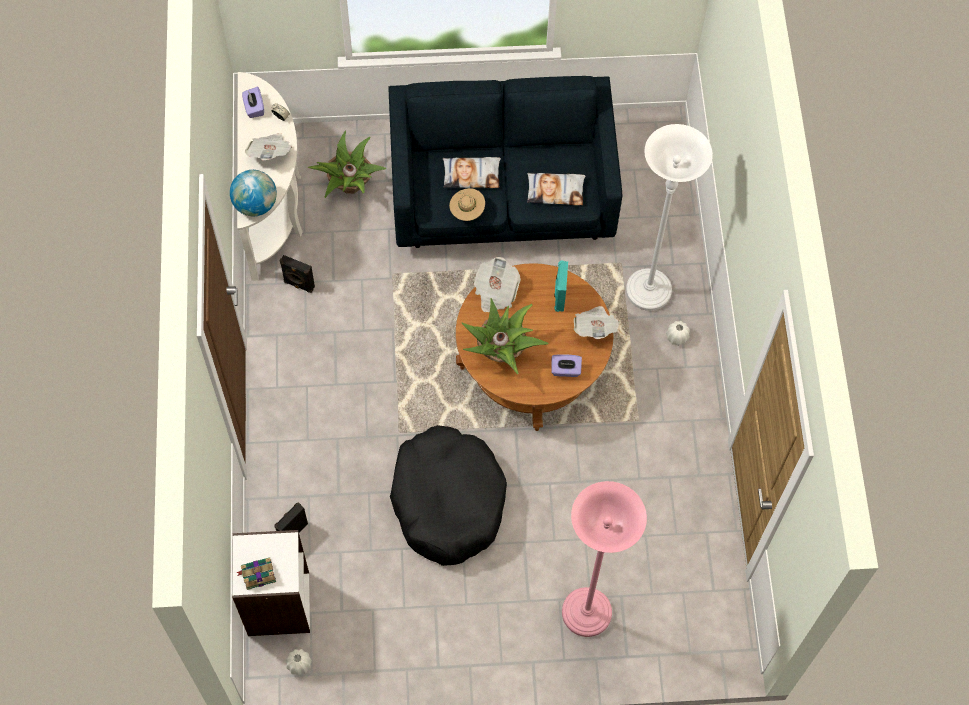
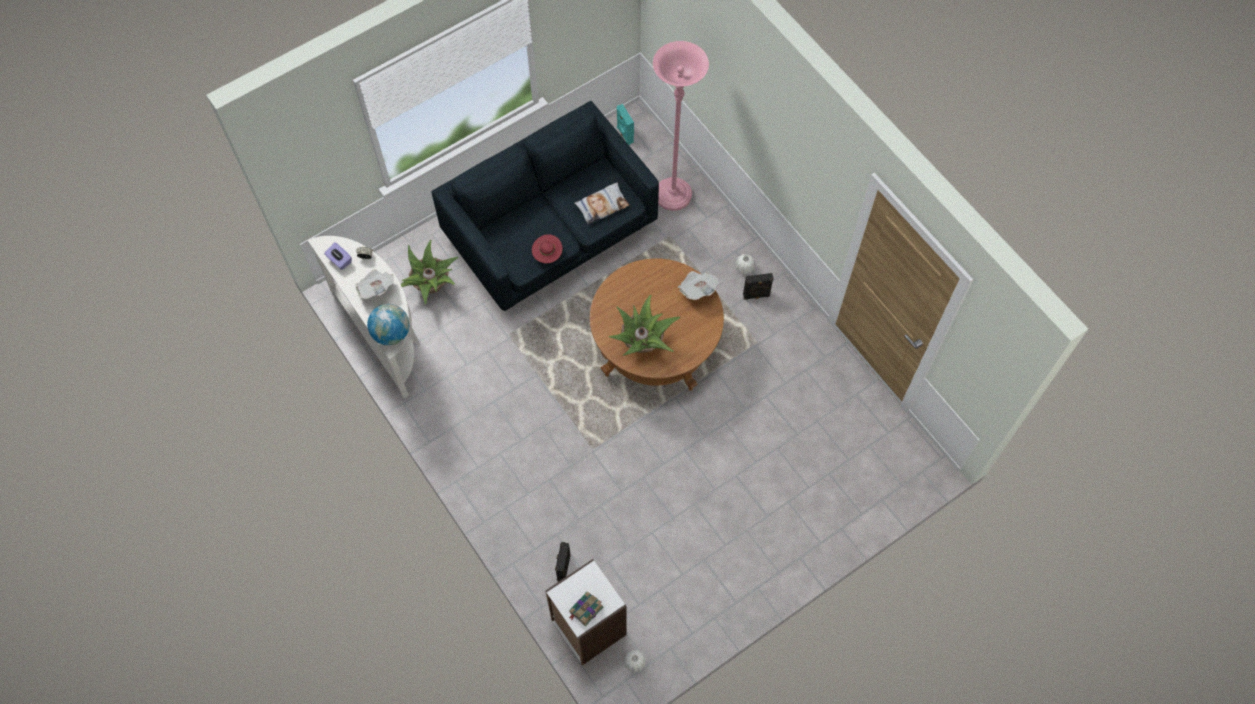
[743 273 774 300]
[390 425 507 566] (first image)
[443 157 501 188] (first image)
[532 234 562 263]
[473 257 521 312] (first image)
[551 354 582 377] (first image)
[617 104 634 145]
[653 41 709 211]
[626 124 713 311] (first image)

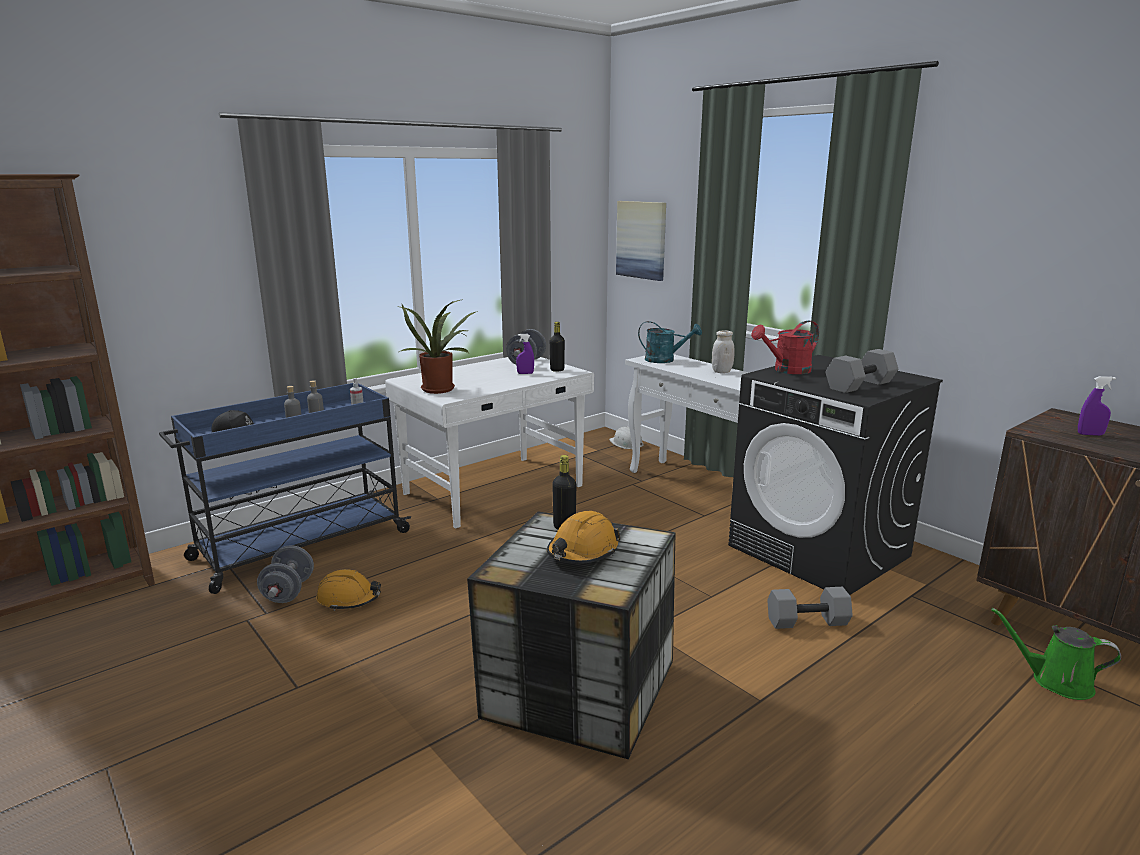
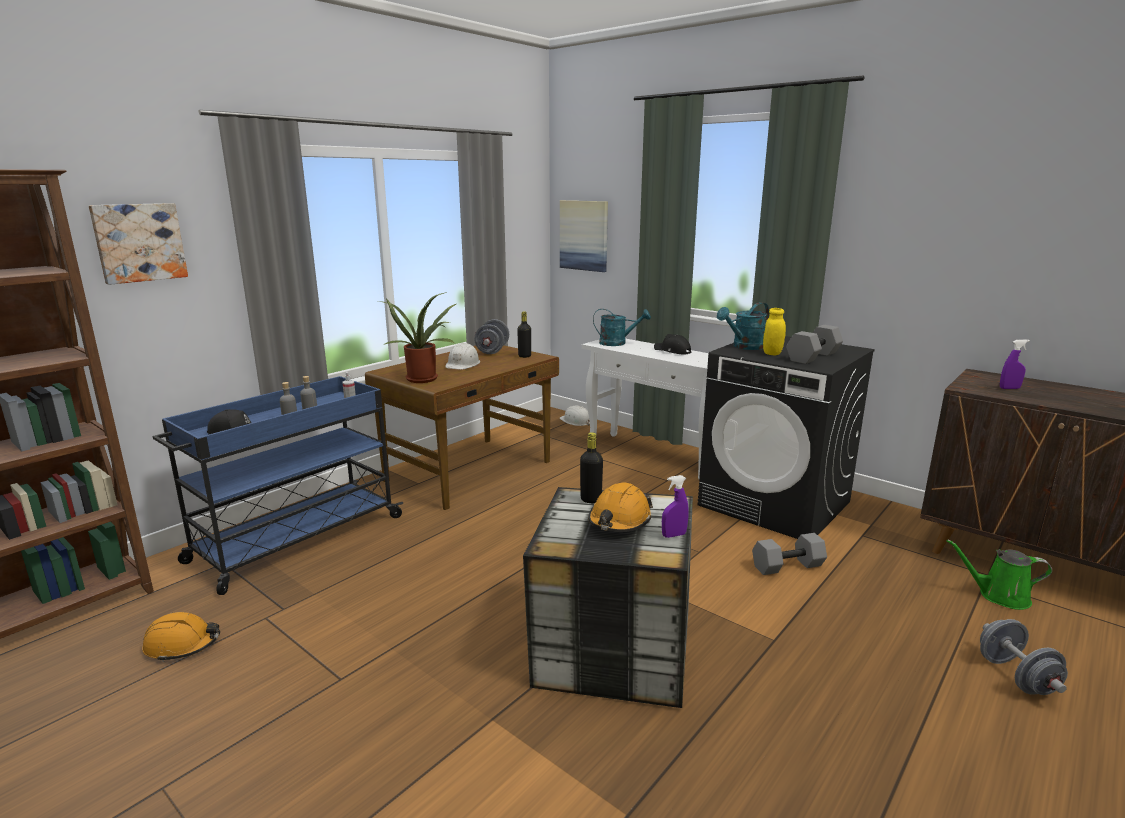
[980 619 1068 695]
[142 612 220 662]
[365 346 559 510]
[662 475 689 538]
[654 334 691 354]
[717 302 769 350]
[89 203 188 285]
[445 343 480 369]
[763 308 786 355]

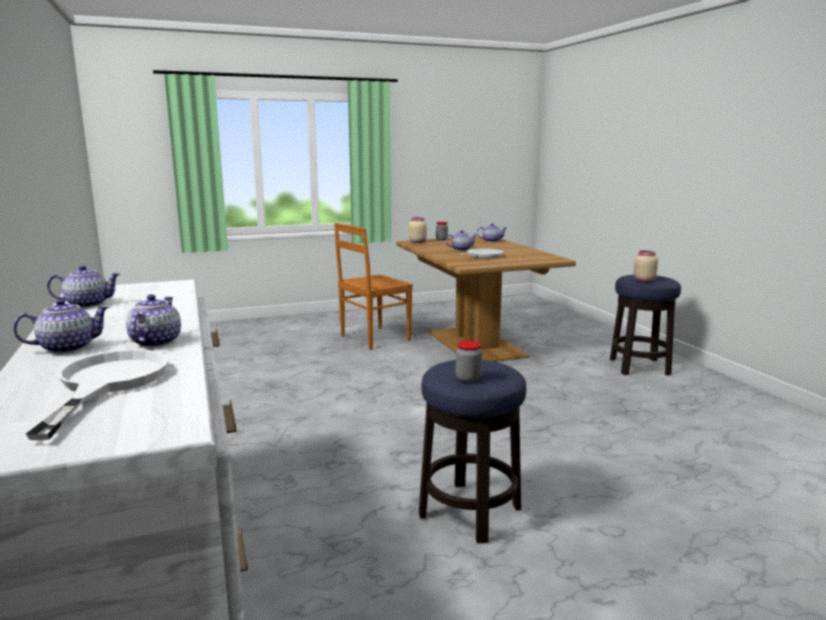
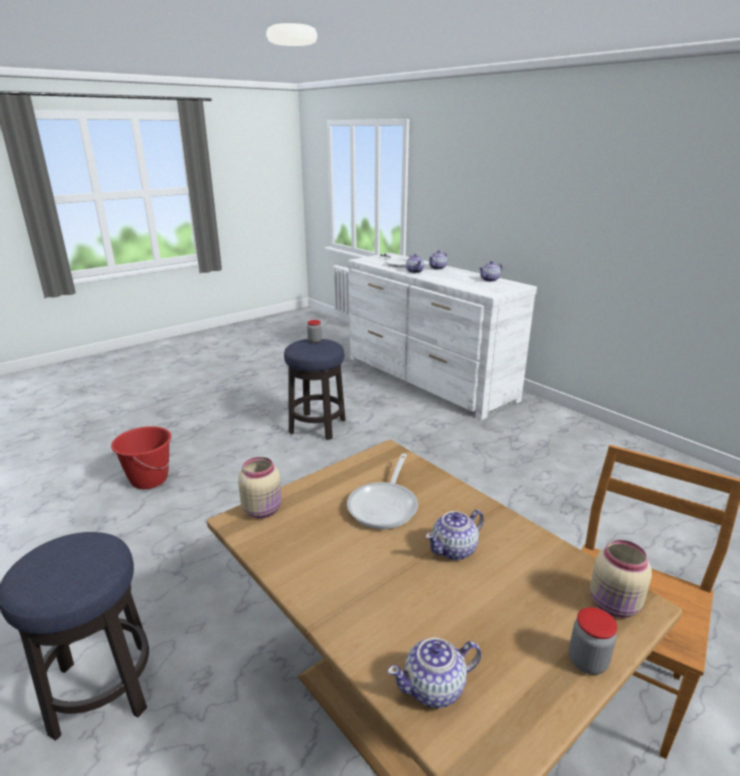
[238 457 282 518]
[111 426 171 489]

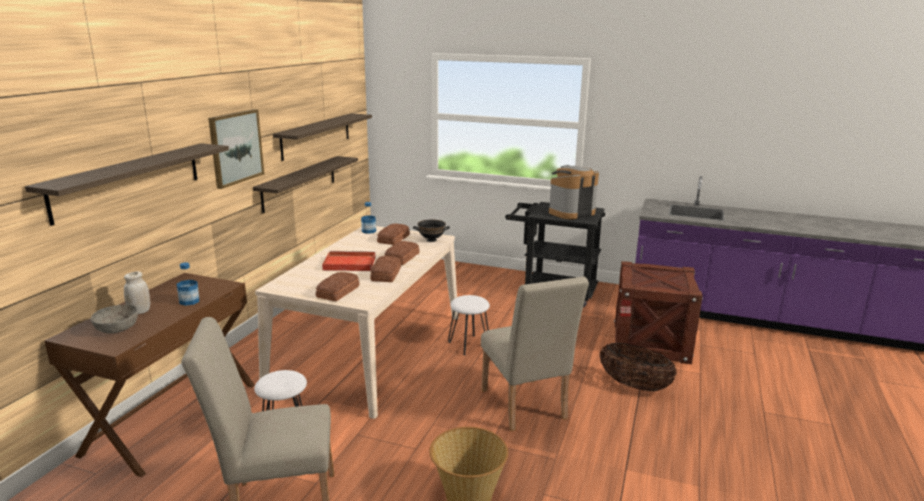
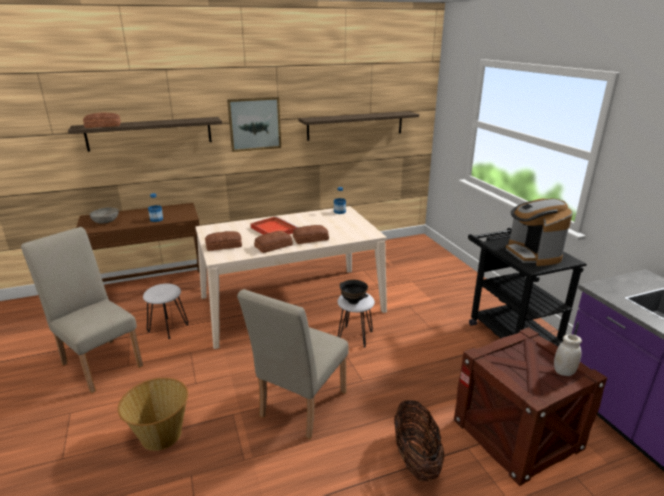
[554 335 582 376]
[253 156 358 213] (first image)
[83 113 121 128]
[340 280 369 304]
[506 199 573 266]

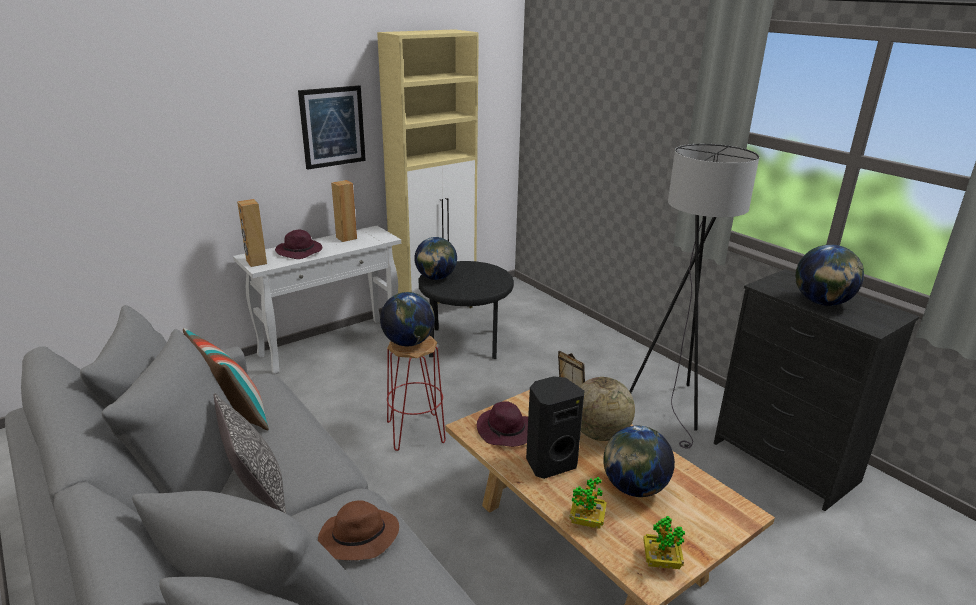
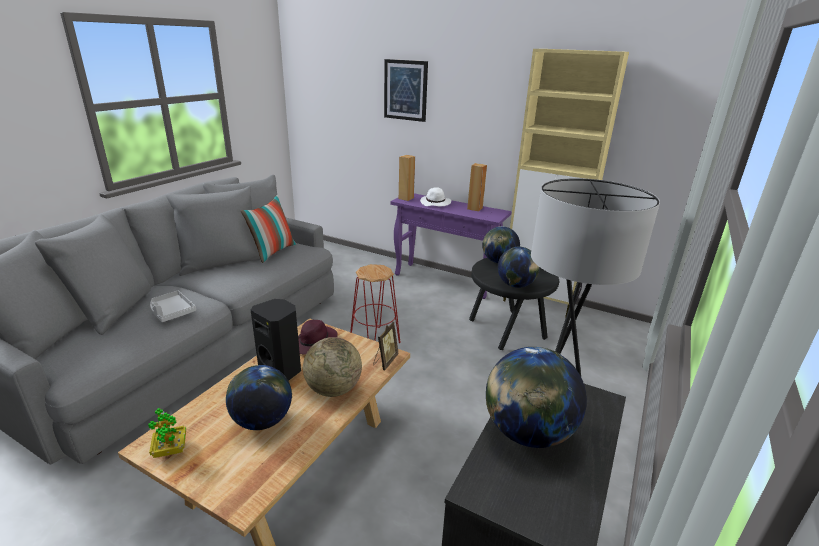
[214 393 286 513] (first image)
[390 193 512 299]
[420 187 451 206]
[384 59 428 122]
[150 290 196 322]
[498 246 540 288]
[570 477 607 529] (first image)

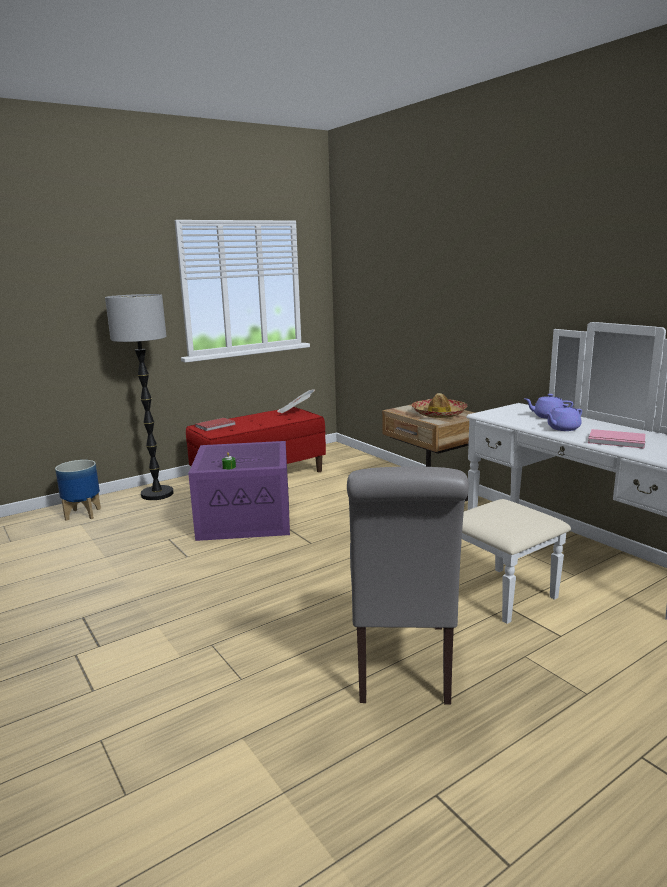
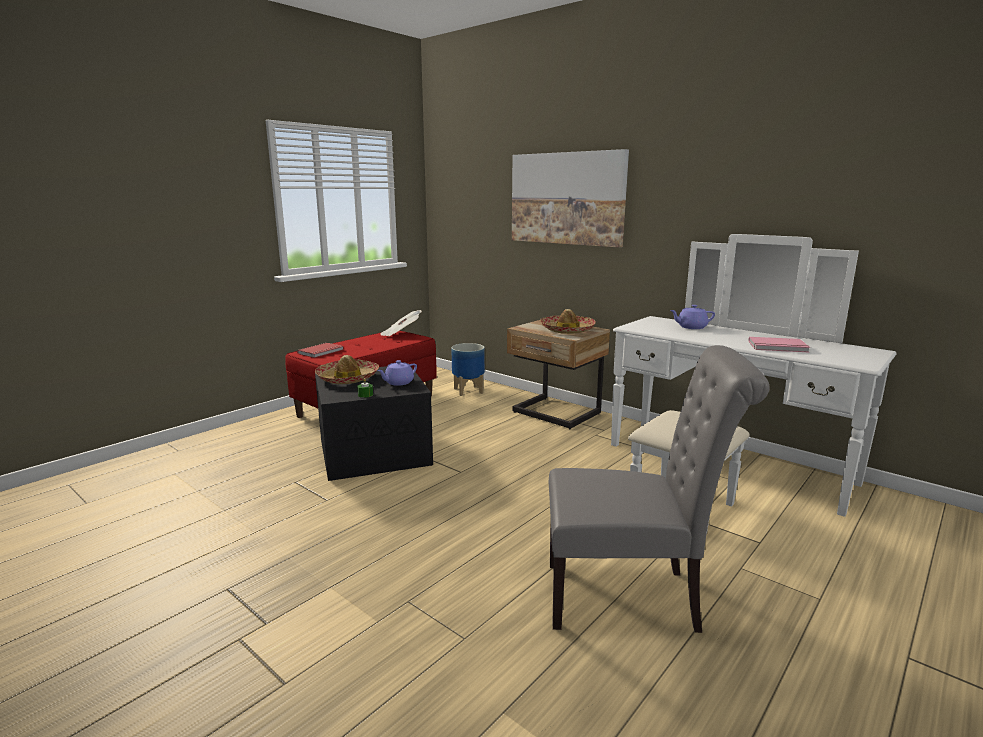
[451 343 485 396]
[105 294 174 500] (first image)
[315 366 433 481]
[549 345 770 633]
[377 360 417 386]
[315 355 379 384]
[512 149 629 248]

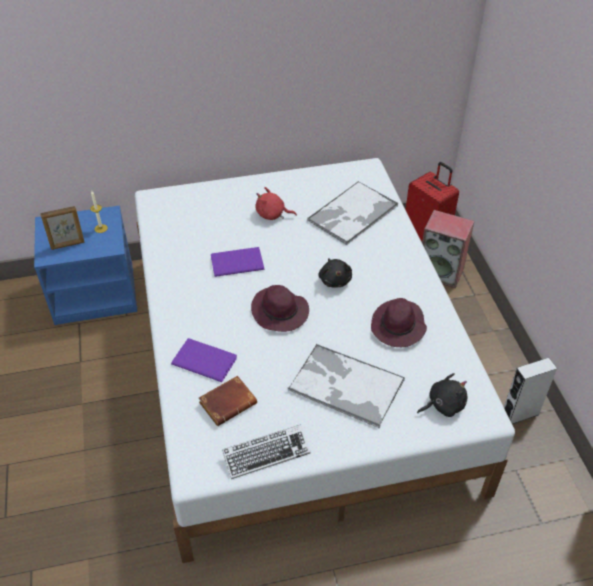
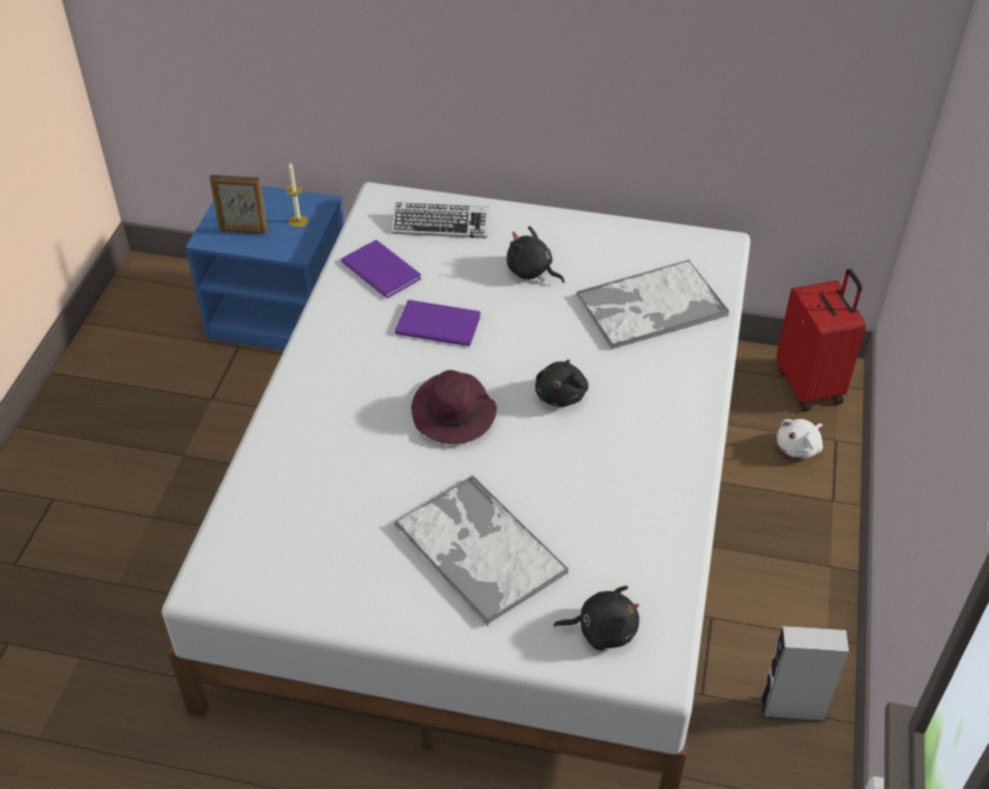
[341 240 421 298]
[199 376 257 426] (first image)
[392 202 489 238]
[507 226 565 283]
[371 298 427 347] (first image)
[777 419 823 458]

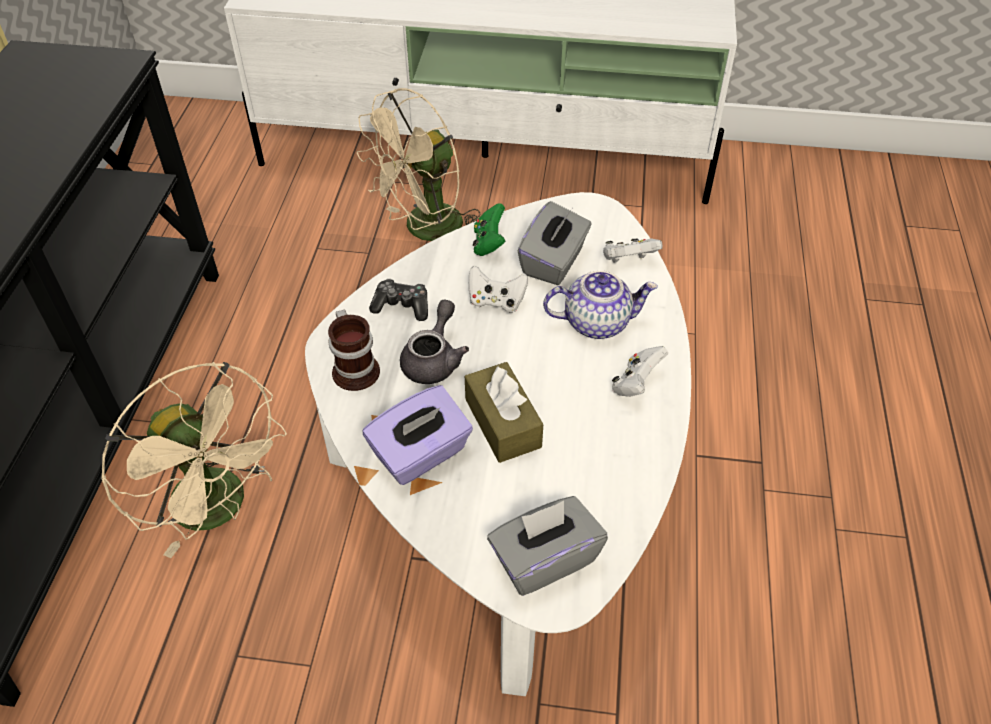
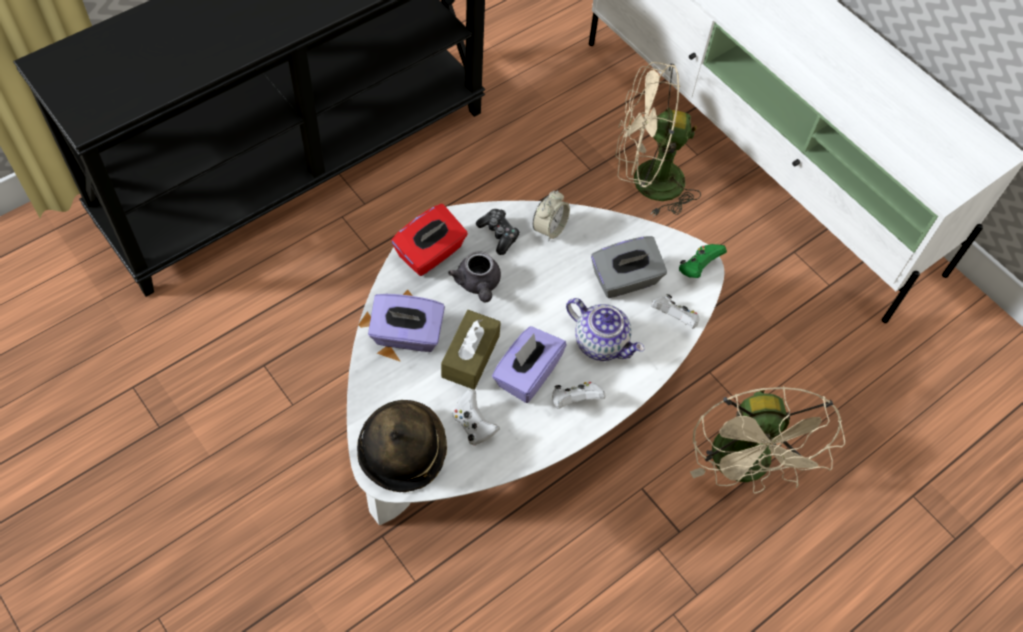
[690 386 845 494]
[391 204 468 276]
[448 252 501 303]
[453 389 500 446]
[679 244 727 278]
[357 400 447 492]
[492 326 567 403]
[533 190 570 241]

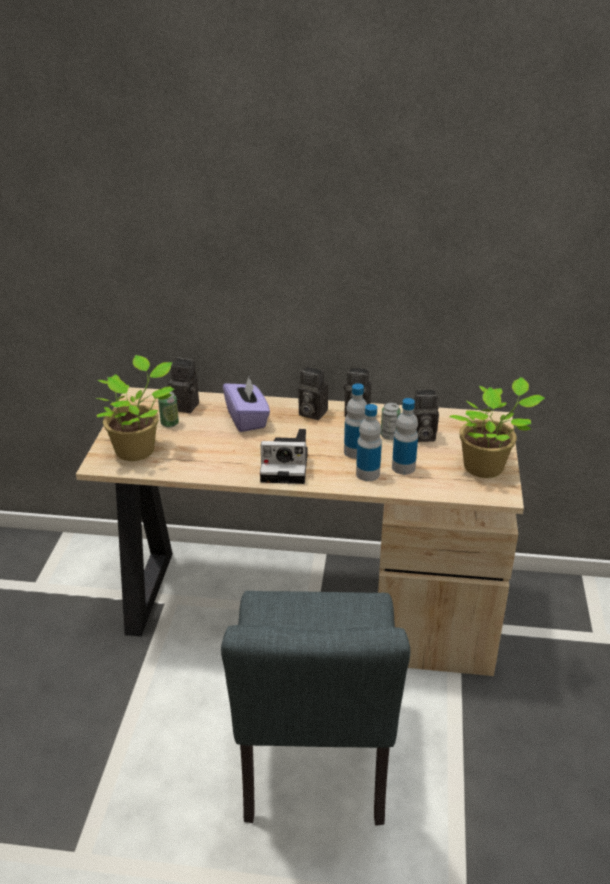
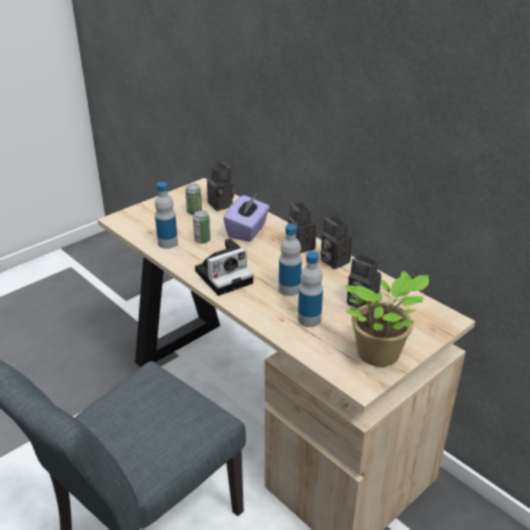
[95 355 174 461] (first image)
[195 238 253 296]
[155 182 178 249]
[193 210 211 243]

